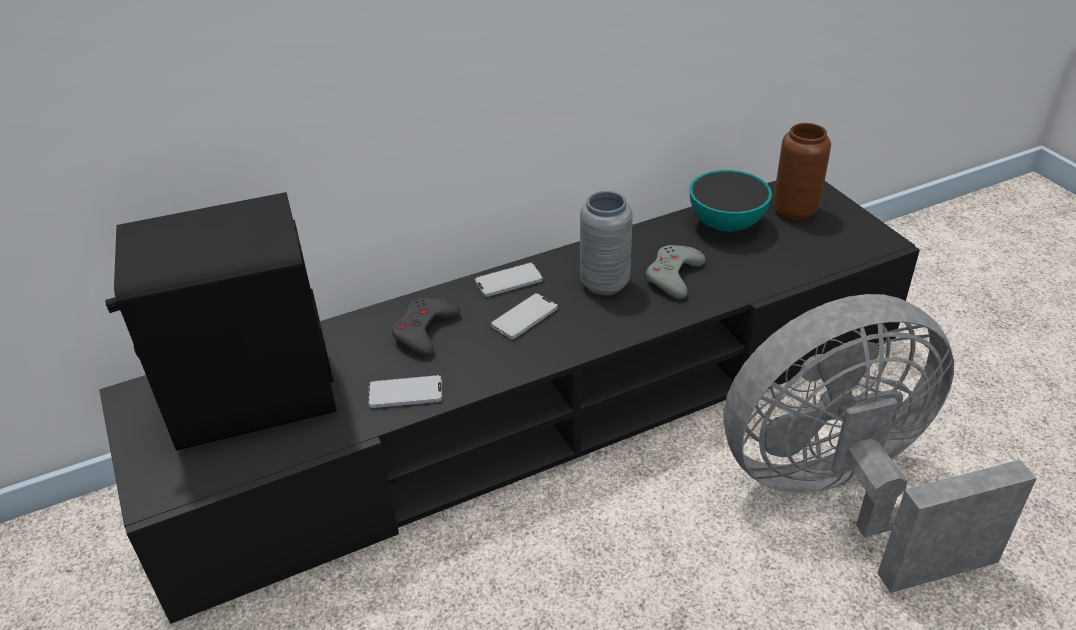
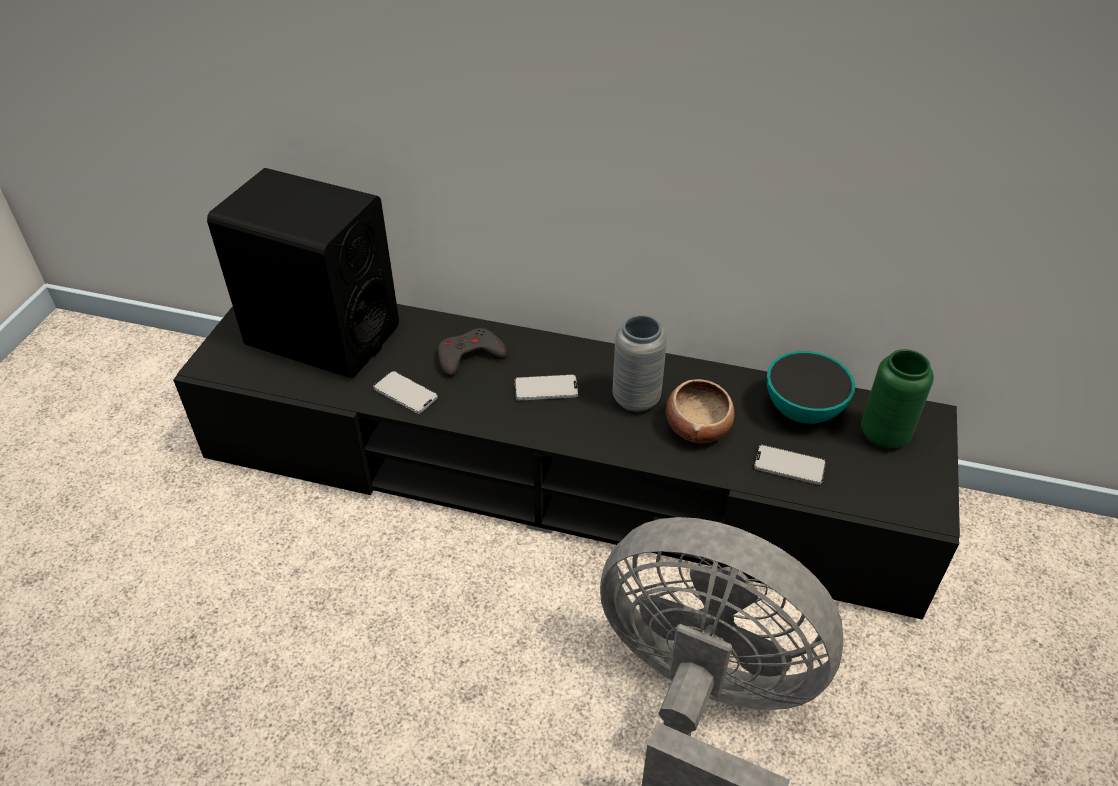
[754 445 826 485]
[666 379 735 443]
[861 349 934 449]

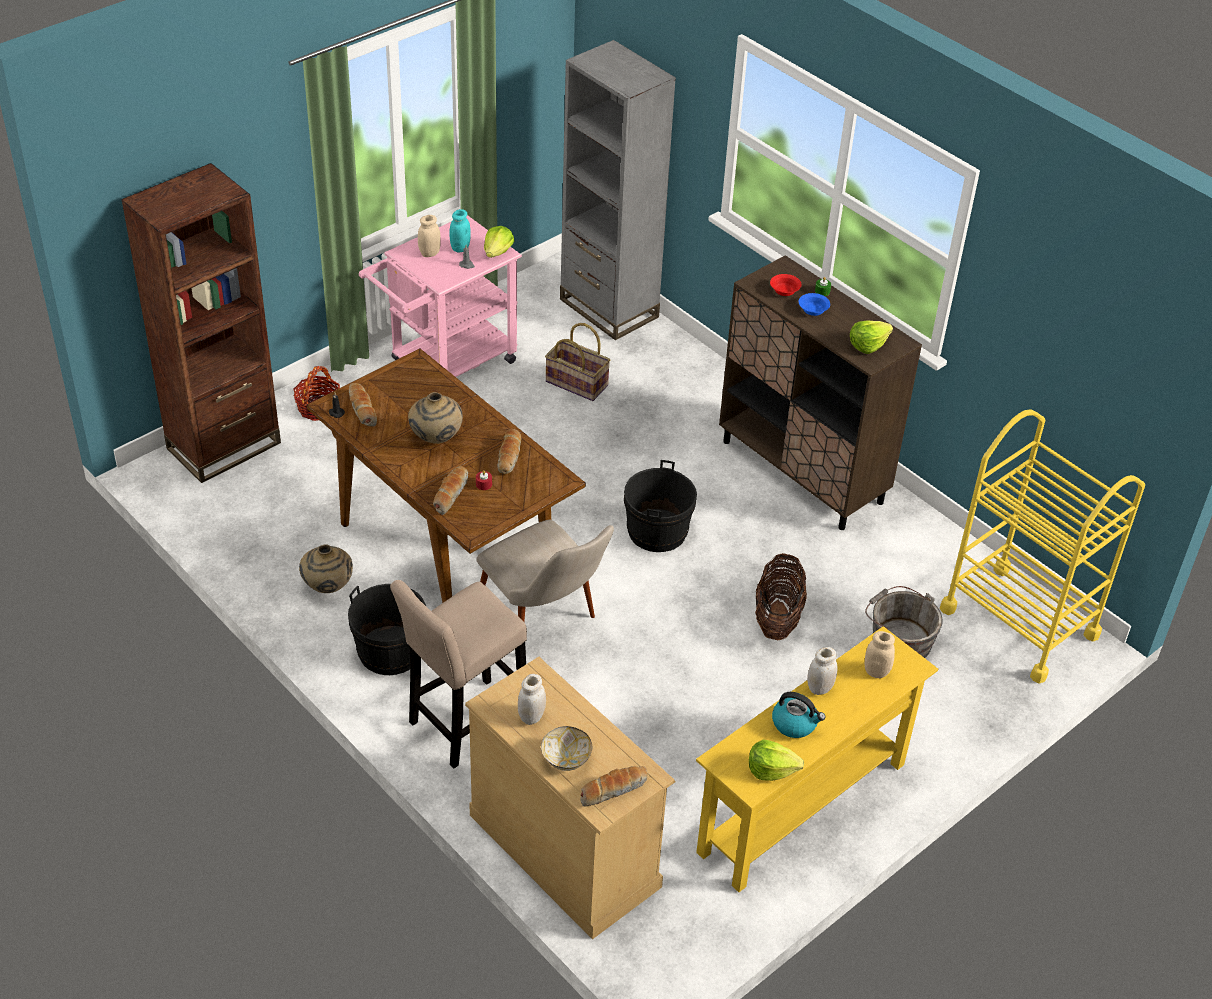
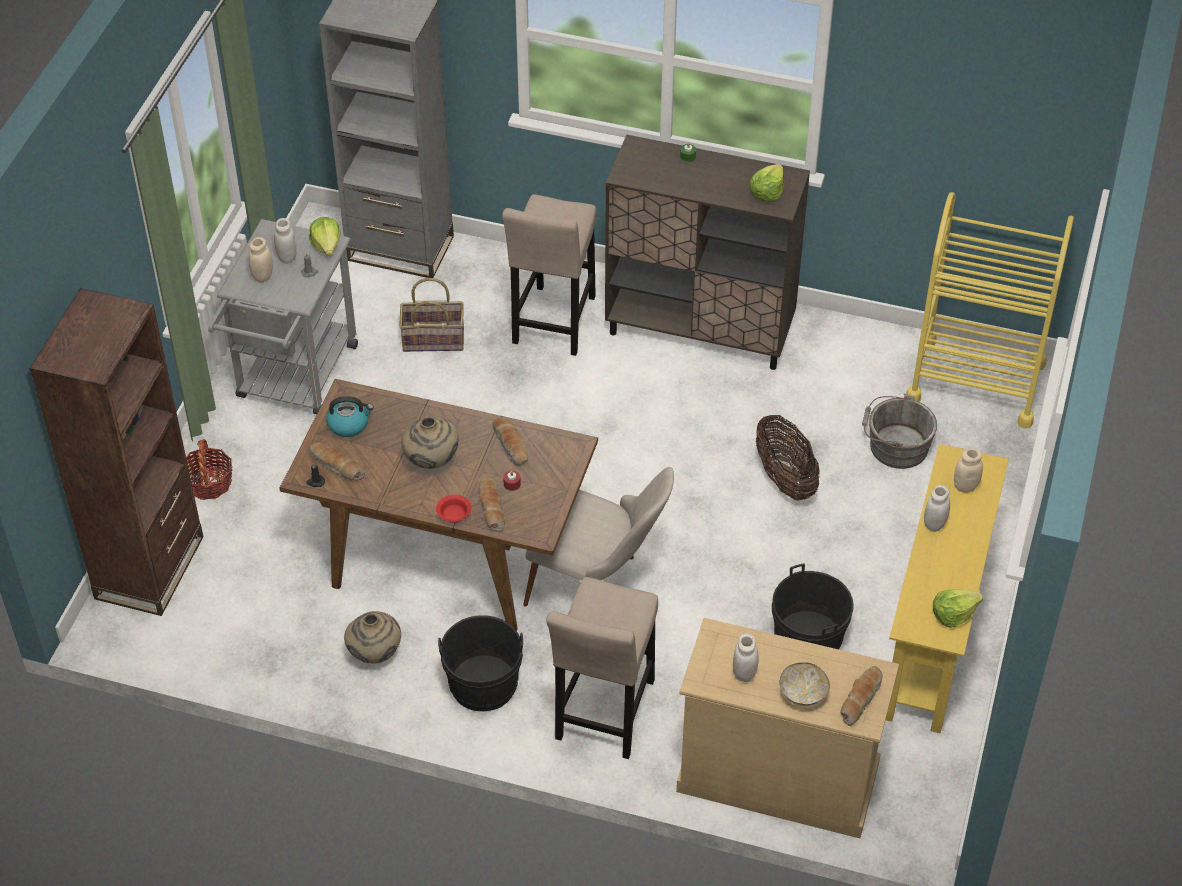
[208 219 358 414]
[274 218 297 264]
[772 564 854 649]
[436 494 471 523]
[326 396 374 437]
[799 293 830 316] (first image)
[502 194 596 356]

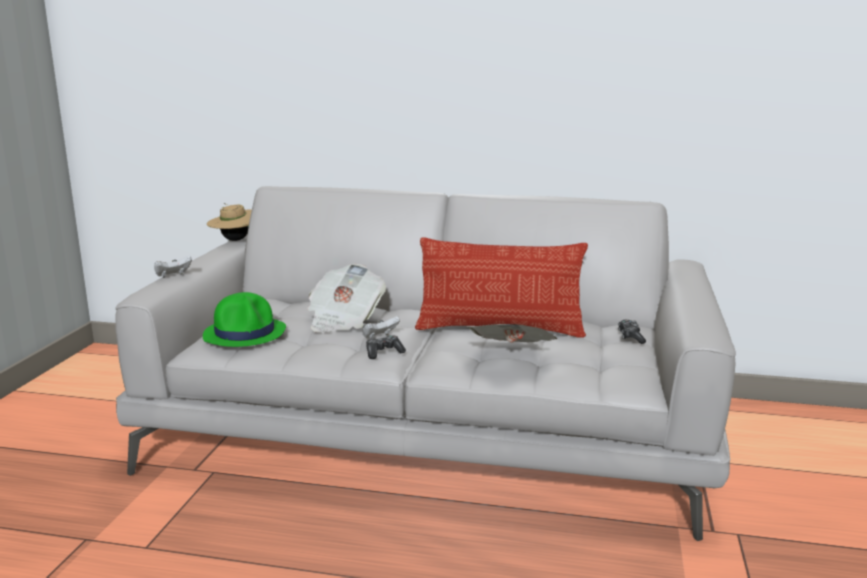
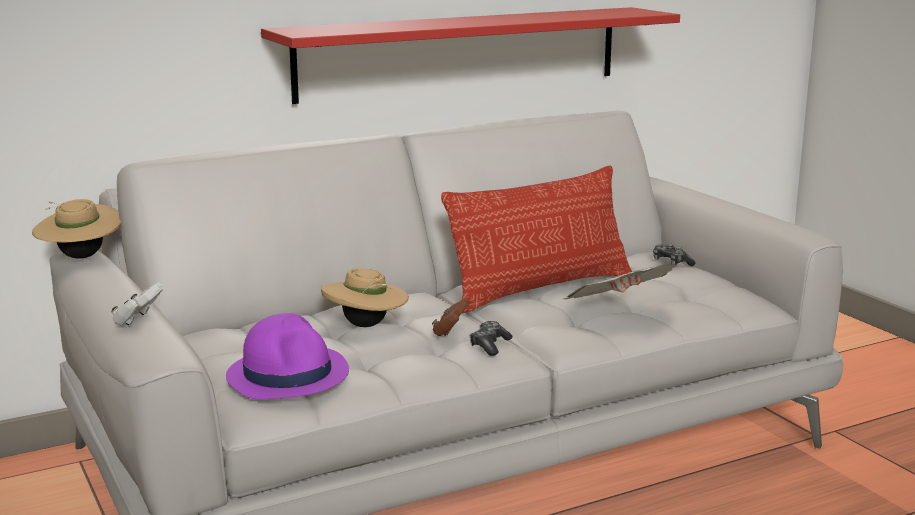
[226 313 349 400]
[321 268 409 327]
[432 298 470 336]
[261 7 680 104]

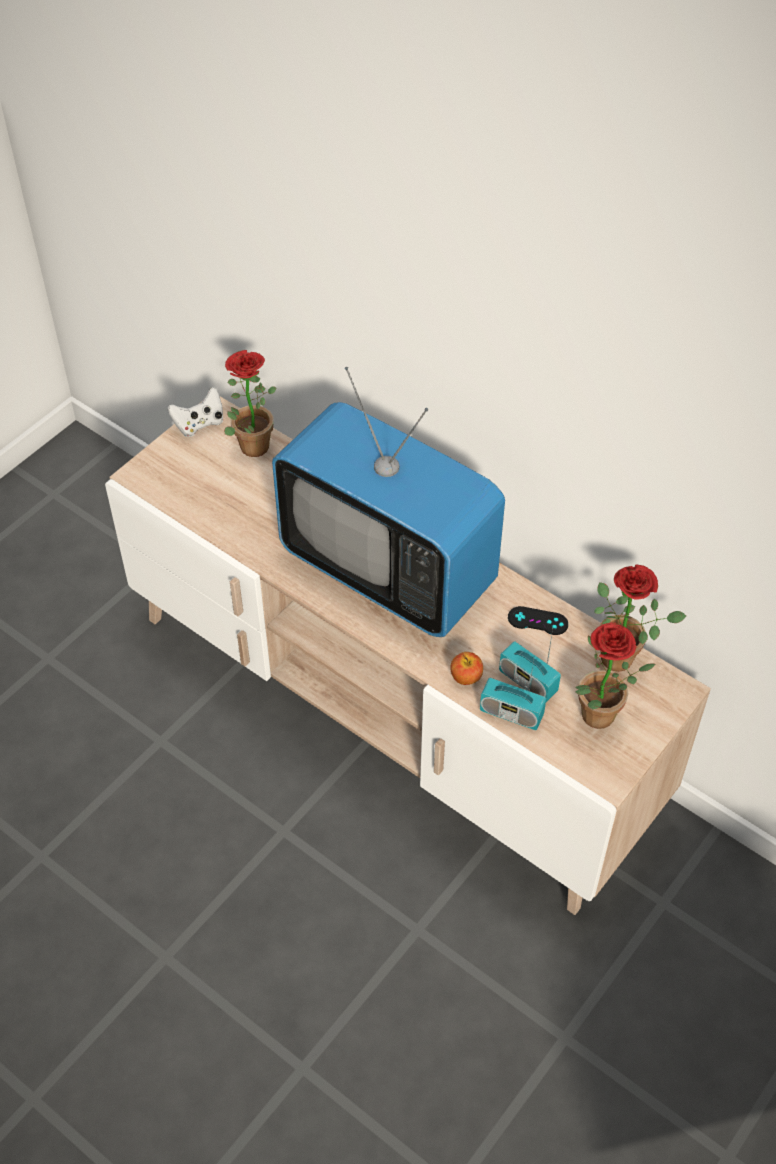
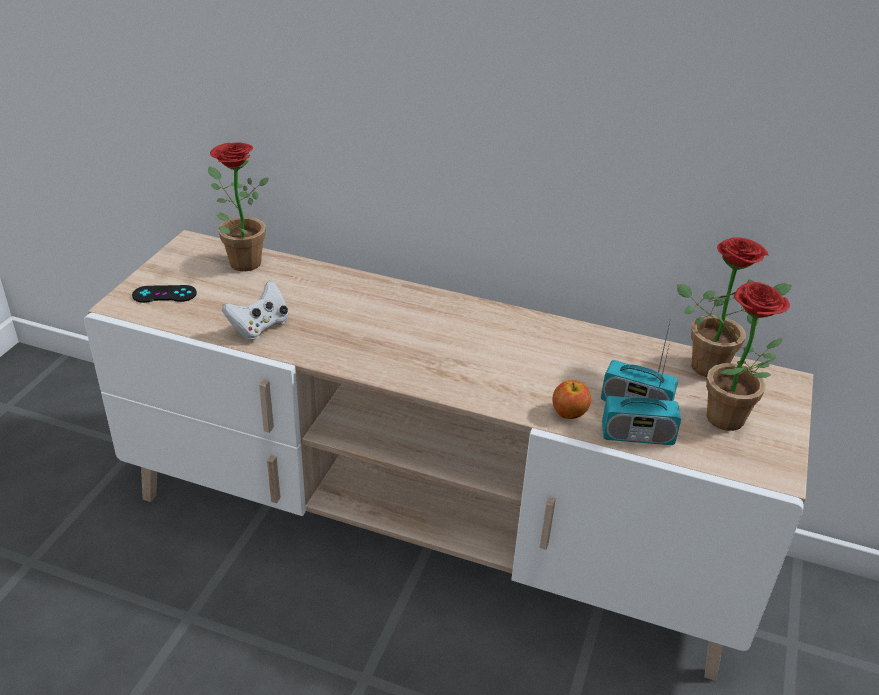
[222 280 288 340]
[272 367 505 637] (first image)
[132 285 197 303]

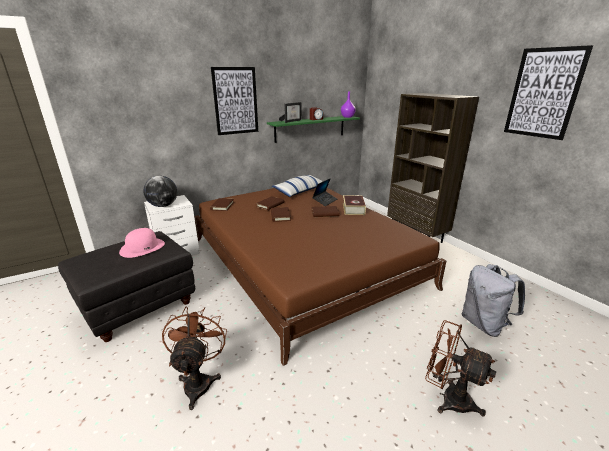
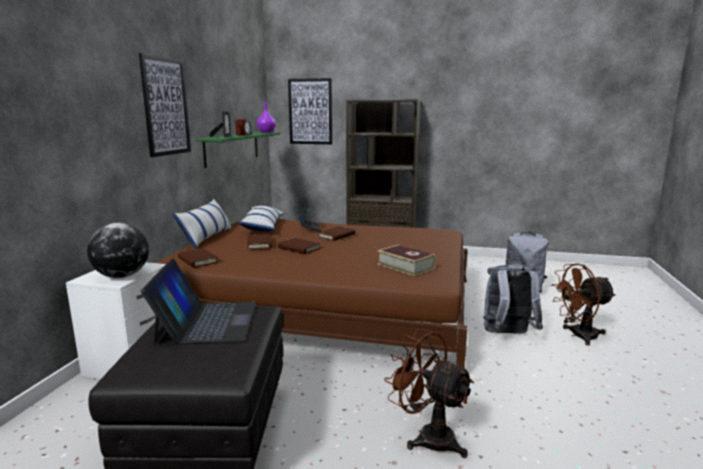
[141 258 256 345]
[378 245 436 276]
[288 78 332 144]
[172 199 232 249]
[483 264 543 334]

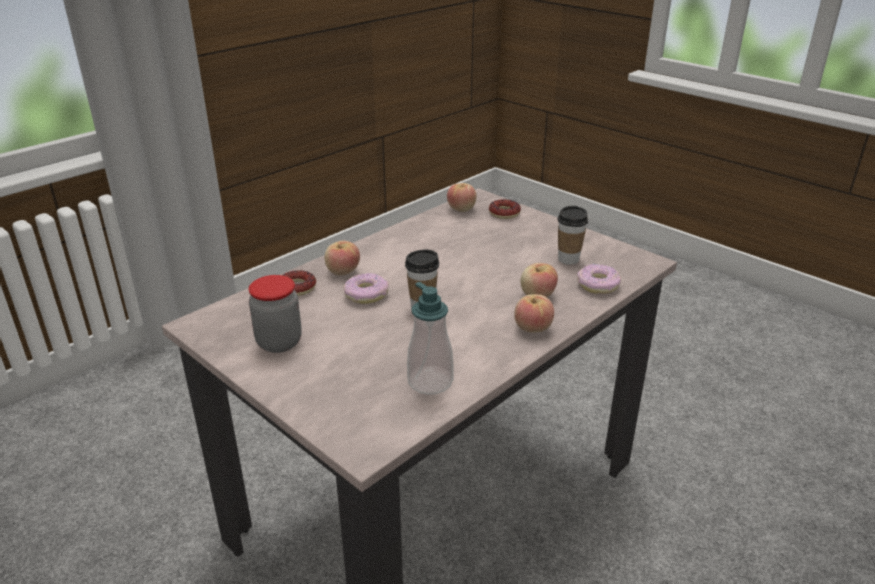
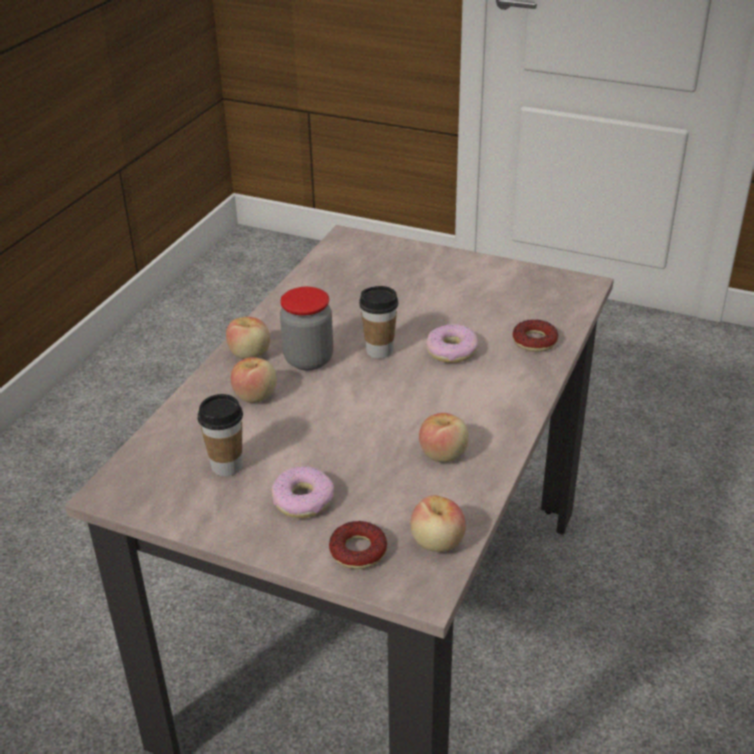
[280 287 333 370]
[419 413 469 462]
[407 282 454 395] (first image)
[272 466 334 518]

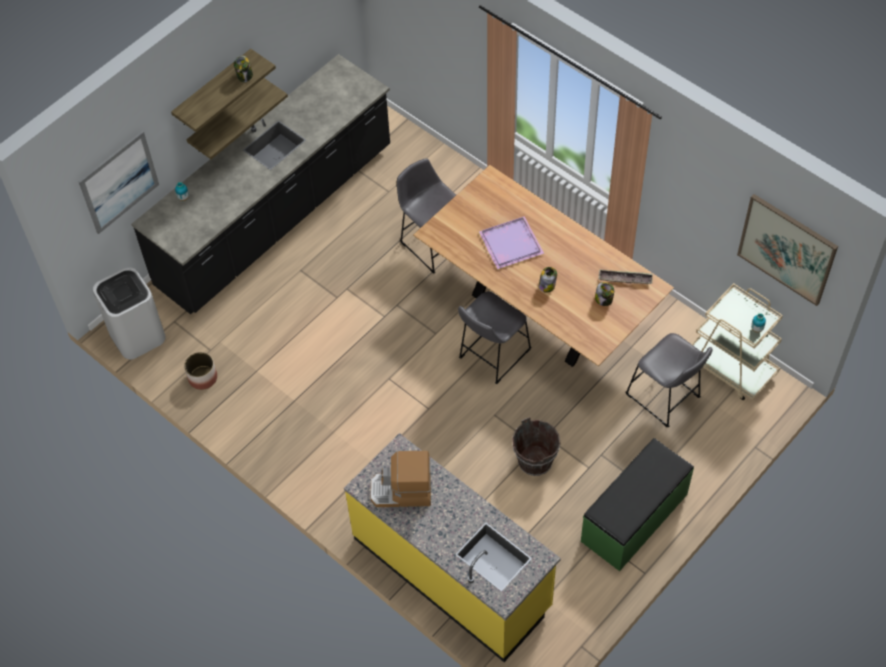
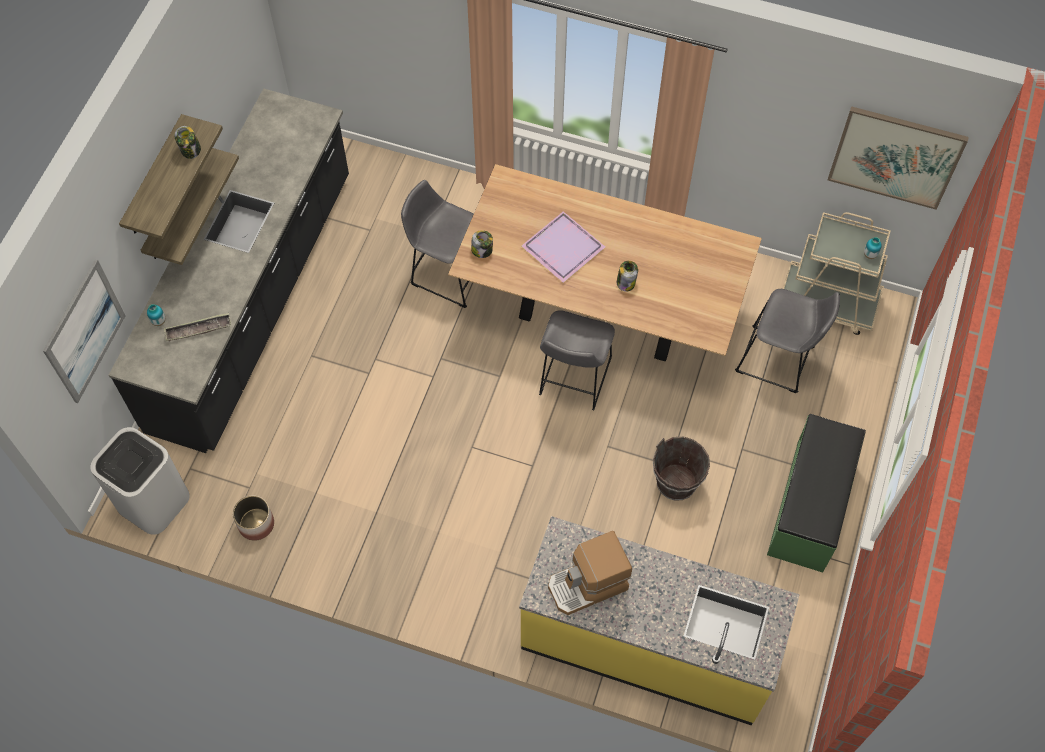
[471 230 493 258]
[164 313 231 341]

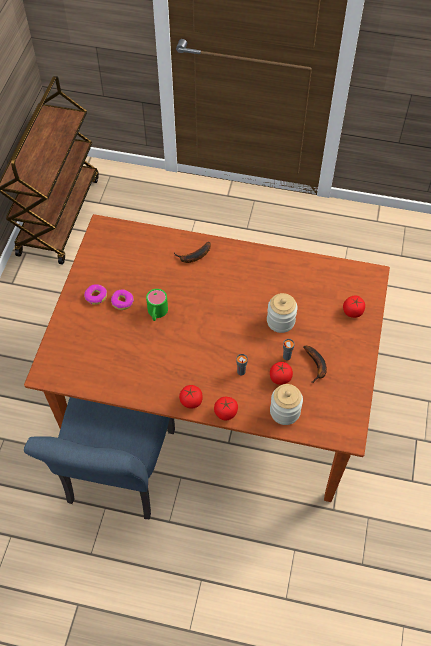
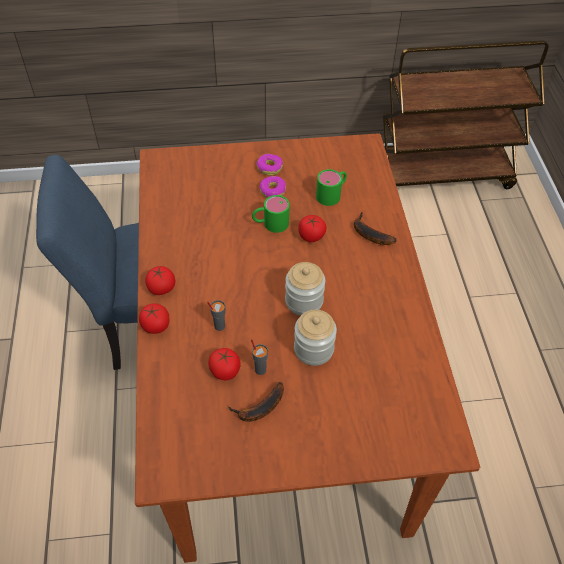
[285 262 325 316]
[298 215 327 242]
[316 169 347 206]

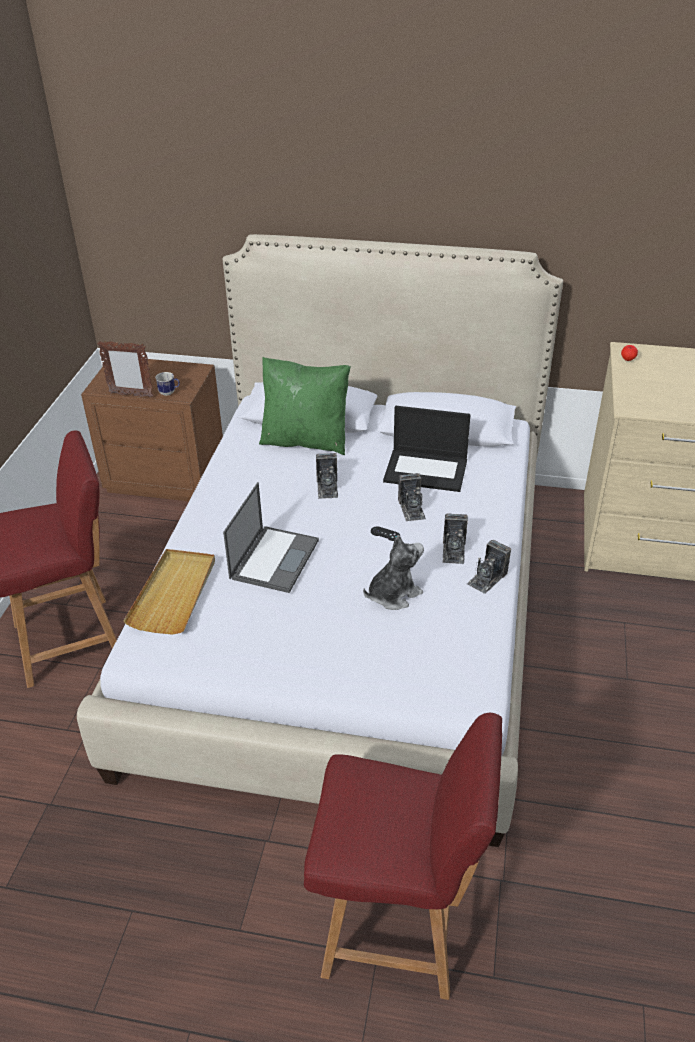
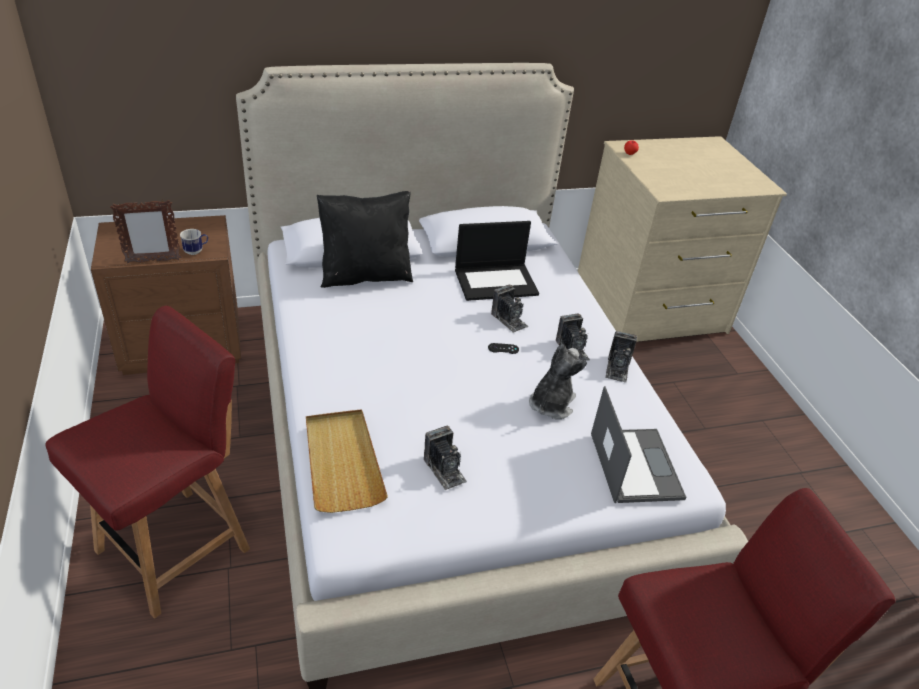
[591 386 686 503]
[317 191 413 288]
[424 426 467 491]

